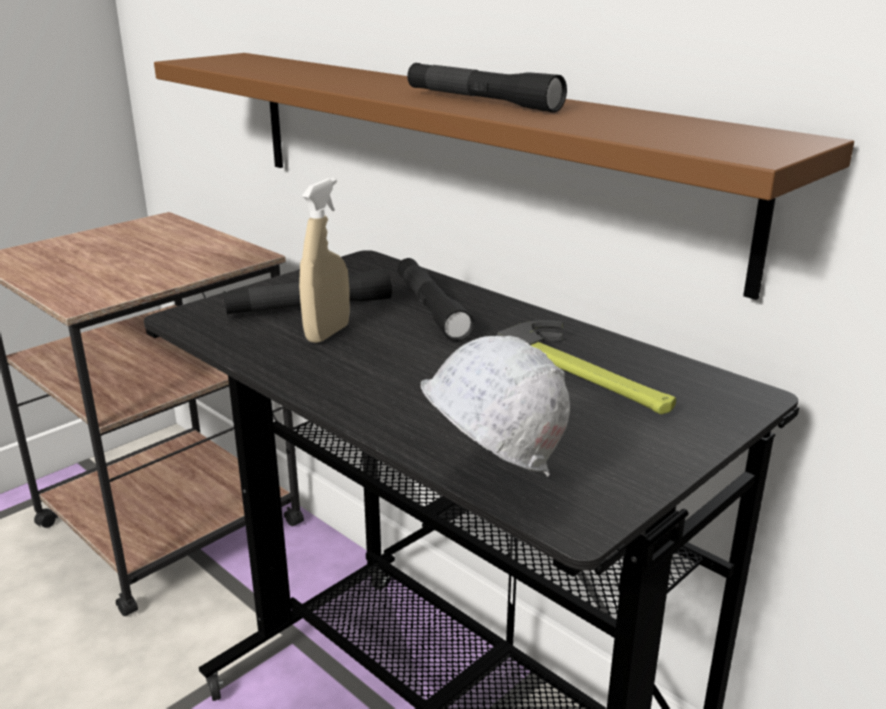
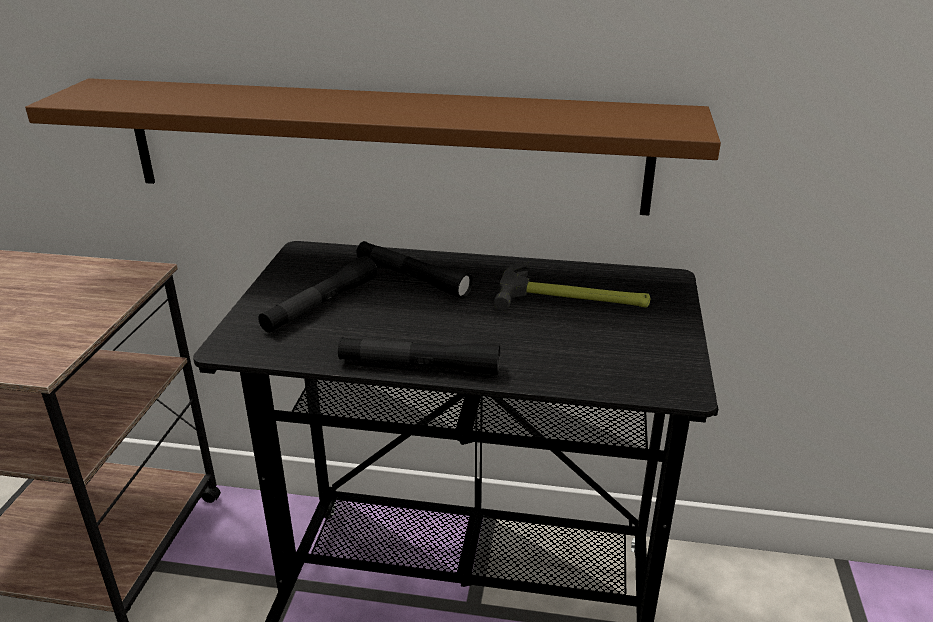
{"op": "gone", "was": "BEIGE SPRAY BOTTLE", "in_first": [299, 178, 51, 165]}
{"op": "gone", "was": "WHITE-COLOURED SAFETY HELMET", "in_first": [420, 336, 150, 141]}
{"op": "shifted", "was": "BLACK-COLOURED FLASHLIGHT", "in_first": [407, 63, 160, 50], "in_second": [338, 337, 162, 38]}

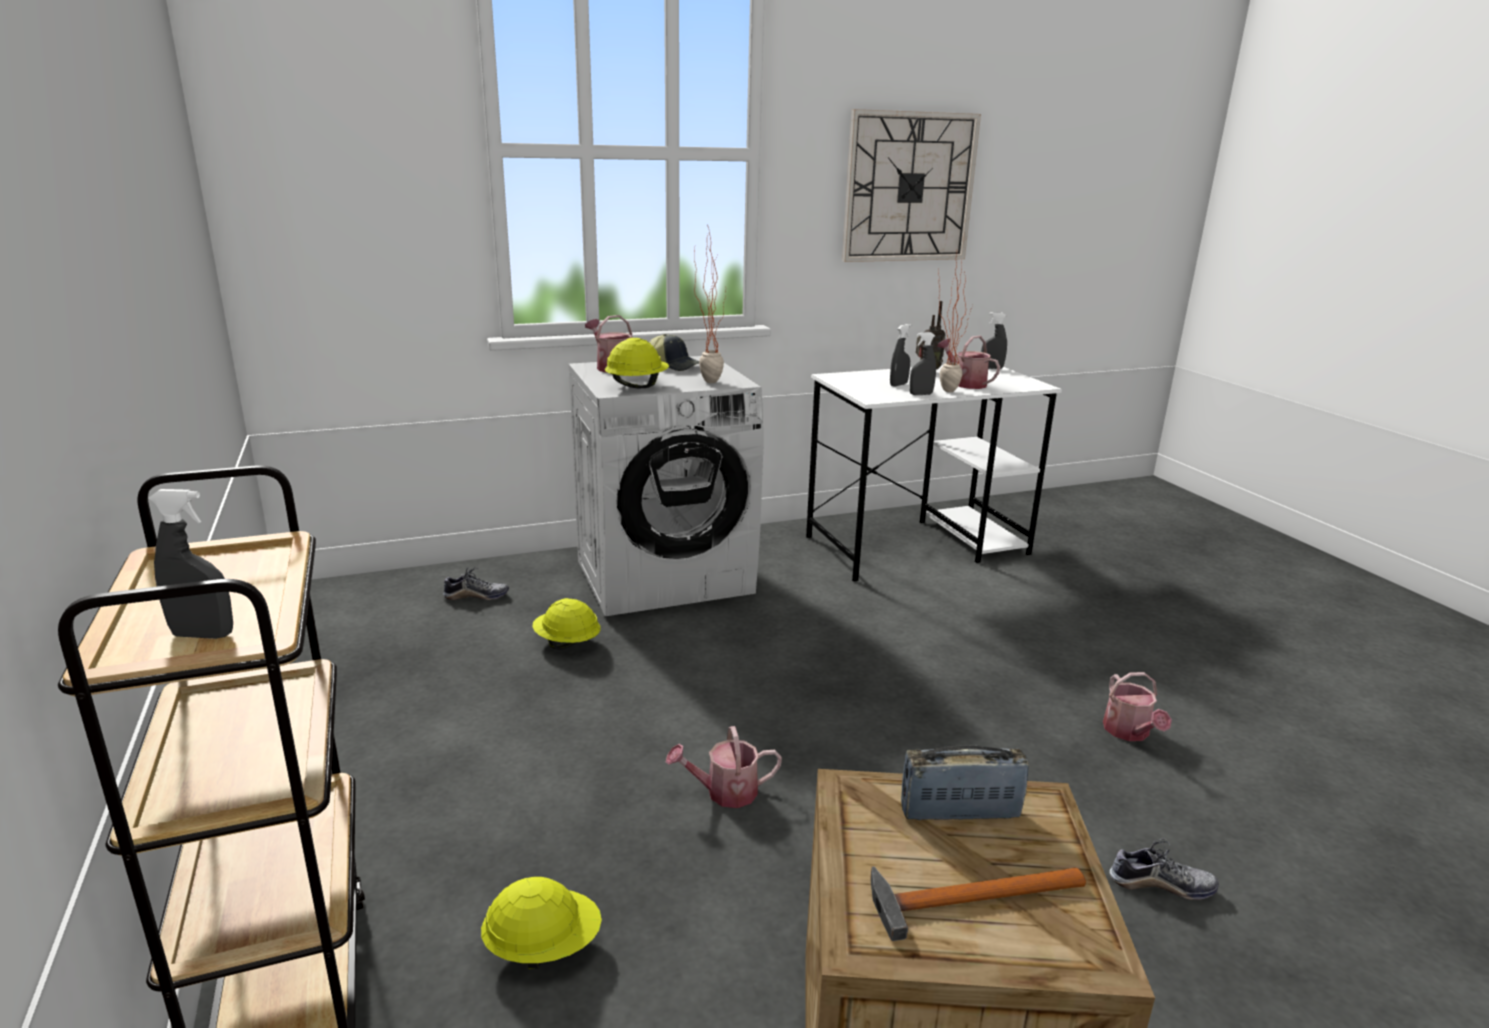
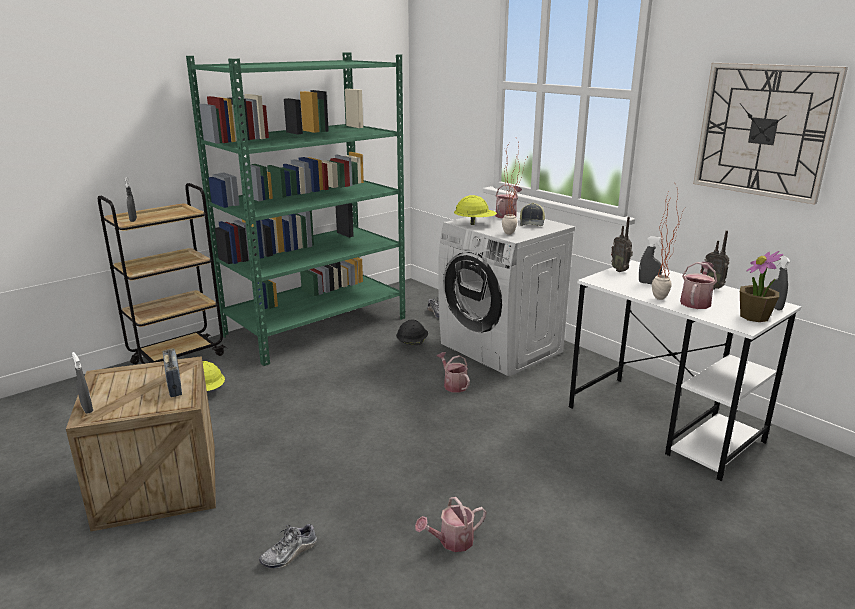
{"op": "gone", "was": "HAMMER", "in_first": [870, 866, 216, 75]}
{"op": "new", "now": "GREEN BOOKSHELF", "in_second": [186, 52, 219, 314]}
{"op": "new", "now": "RADIO", "in_second": [611, 217, 22, 55]}
{"op": "new", "now": "POTTED PLANT", "in_second": [740, 251, 43, 71]}
{"op": "shifted", "was": "SPRINKLING CAN", "in_first": [666, 726, 116, 82], "in_second": [437, 352, 33, 41]}
{"op": "shifted", "was": "GREYISH SPRAY BOTTLE", "in_first": [910, 332, 26, 63], "in_second": [72, 352, 21, 62]}
{"op": "repainted", "was": "YELLOWISH SAFETY HELMET", "now": "BLACK-COLOURED SAFETY HELMET", "in_first": [533, 598, 68, 52], "in_second": [396, 320, 32, 25]}
{"op": "rotated", "was": "SHOE", "in_first": [1110, 838, 109, 62], "in_second": [259, 524, 58, 45], "clockwise": 60}

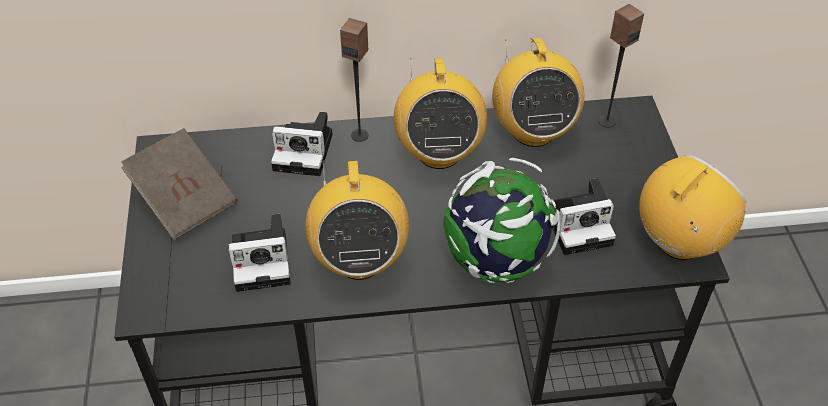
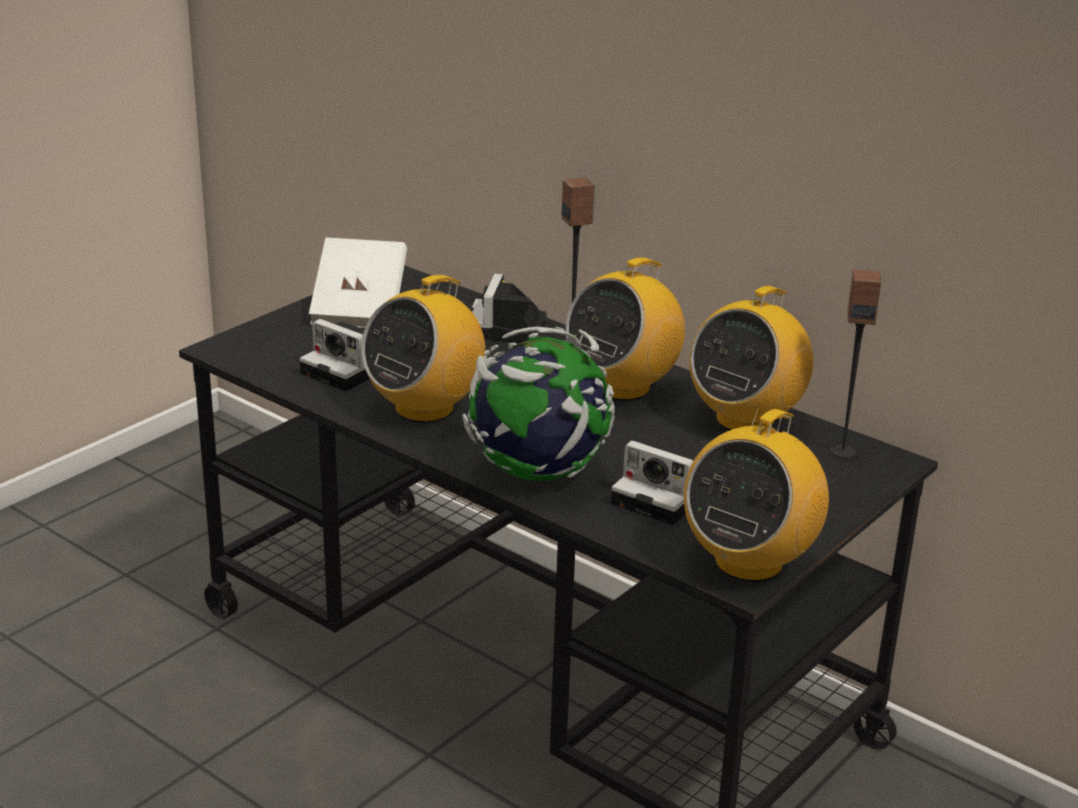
{"op": "repainted", "was": "BROWN BOUND BOOK", "now": "WHITE-COLOURED BOUND BOOK", "in_first": [121, 128, 116, 112], "in_second": [309, 237, 98, 91]}
{"op": "rotated", "was": "STILL CAMERA", "in_first": [271, 112, 62, 64], "in_second": [471, 274, 76, 69], "clockwise": 45}
{"op": "rotated", "was": "RADIO", "in_first": [639, 155, 108, 105], "in_second": [684, 406, 145, 176], "clockwise": 120}

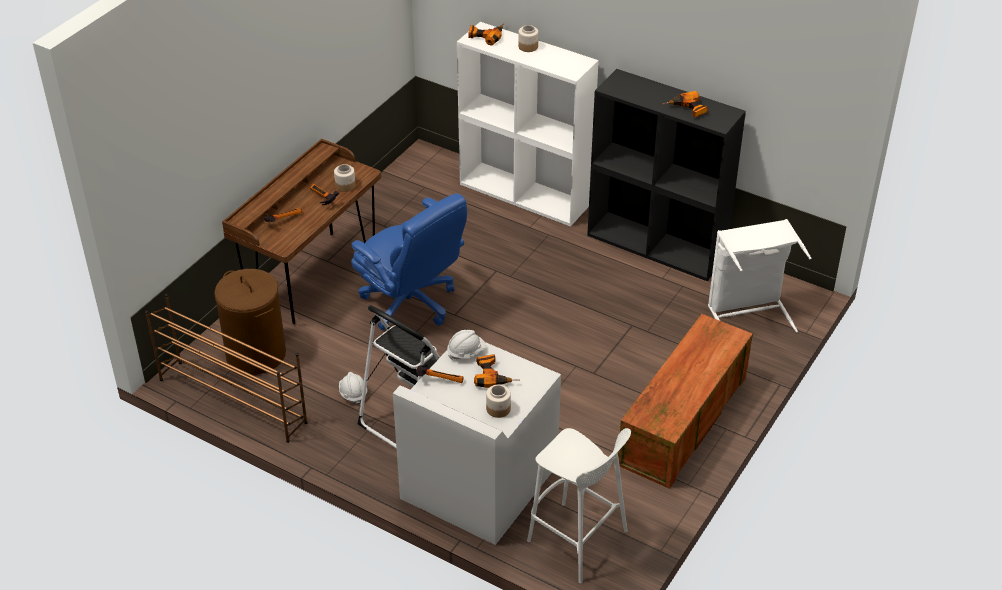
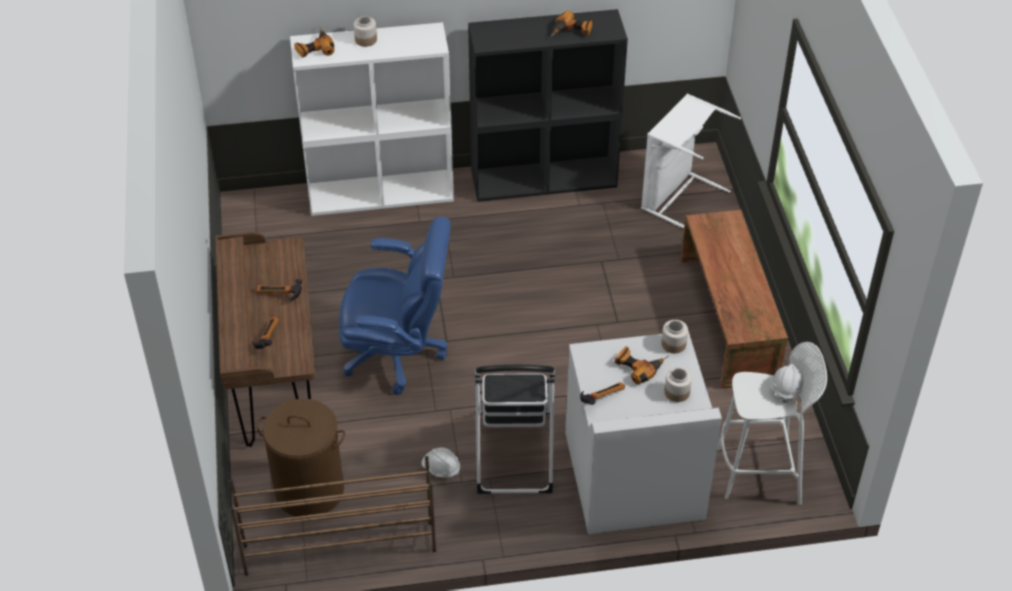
{"op": "shifted", "was": "PRESERVE JAR", "in_first": [334, 164, 22, 28], "in_second": [661, 320, 27, 33]}
{"op": "shifted", "was": "WHITE-COLOURED SAFETY HELMET", "in_first": [447, 330, 39, 30], "in_second": [772, 364, 32, 39]}

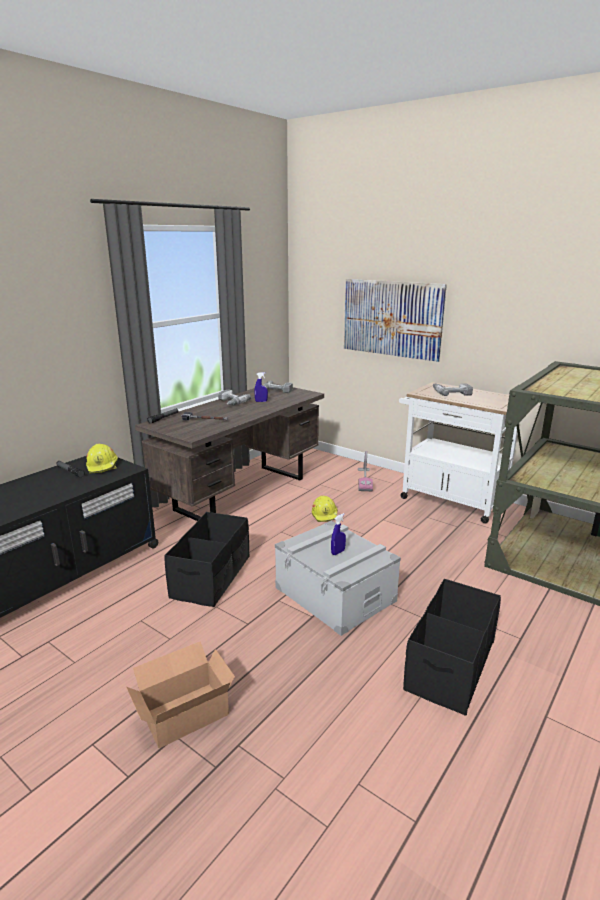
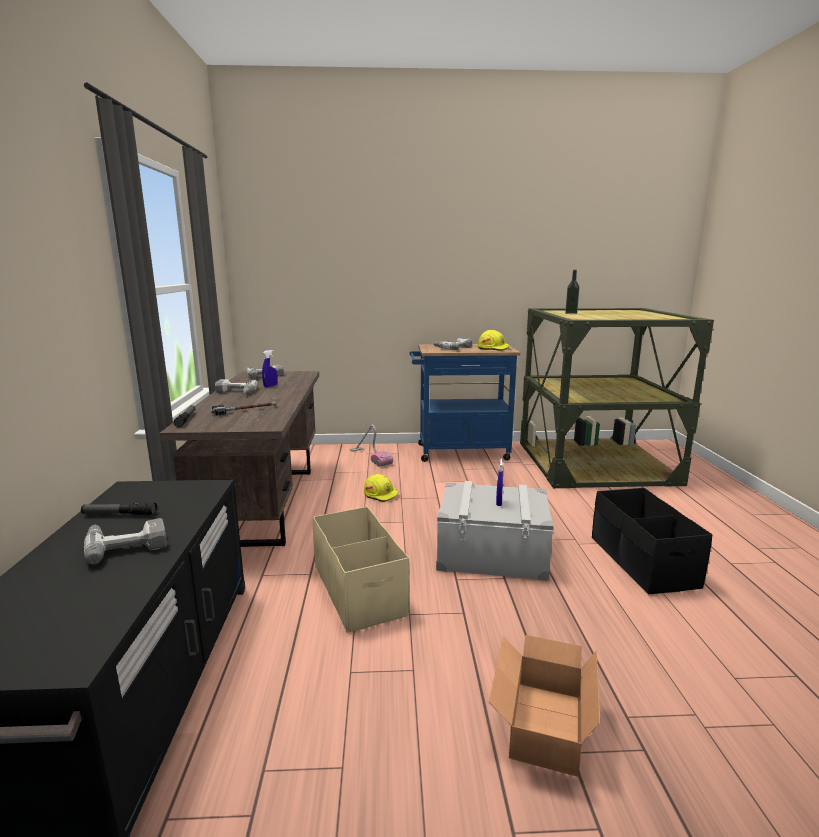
{"op": "gone", "was": "WALL PICTURE", "in_first": [344, 279, 103, 83]}
{"op": "new", "now": "POWER DRILL", "in_second": [84, 518, 83, 47]}
{"op": "new", "now": "BEVERAGE BOTTLE", "in_second": [565, 270, 14, 44]}
{"op": "shifted", "was": "YELLOWISH SAFETY HELMET", "in_first": [86, 444, 32, 30], "in_second": [478, 330, 32, 21]}
{"op": "repainted", "was": "BLACK-COLOURED STORAGE CONTAINER", "now": "BEIGE STORAGE CONTAINER", "in_first": [164, 512, 85, 95], "in_second": [313, 507, 97, 126]}
{"op": "repainted", "was": "WHITE-COLOURED TROLLEY", "now": "BLUISH TROLLEY", "in_first": [399, 382, 119, 142], "in_second": [410, 344, 110, 118]}

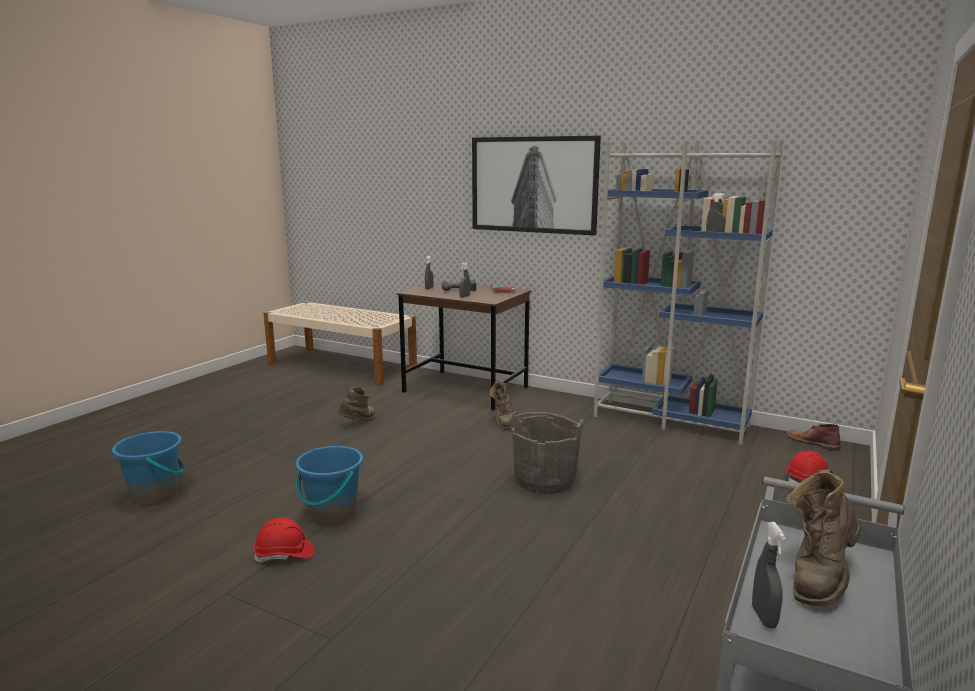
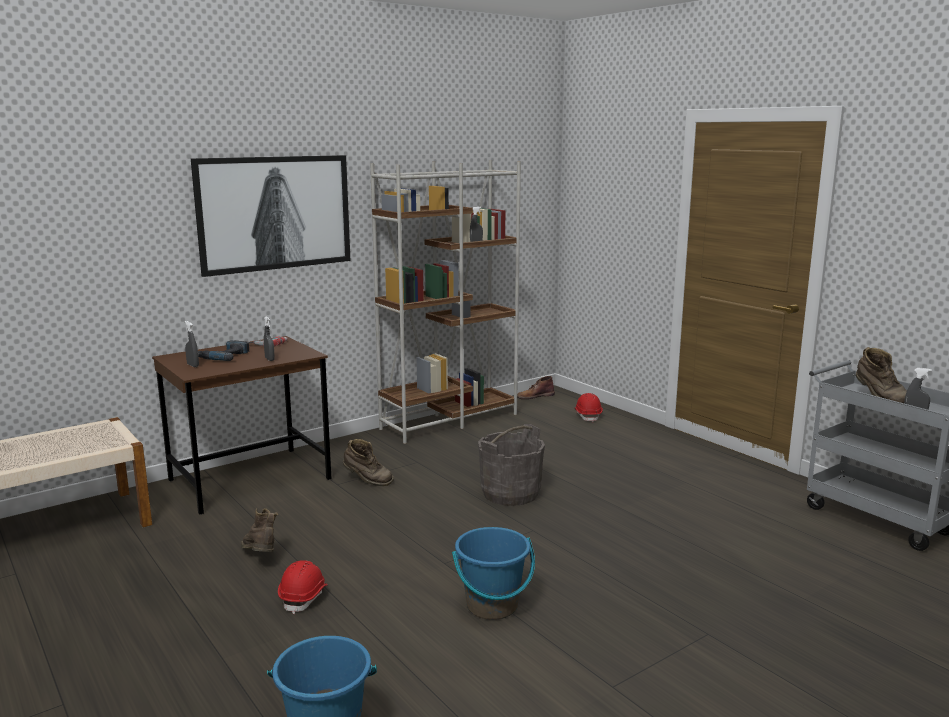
{"op": "shifted", "was": "REDDISH SAFETY HELMET", "in_first": [254, 517, 60, 45], "in_second": [278, 560, 50, 54]}
{"op": "repainted", "was": "BLUISH BOOKSHELF", "now": "BROWN BOOKSHELF", "in_first": [594, 140, 189, 305], "in_second": [370, 160, 151, 284]}

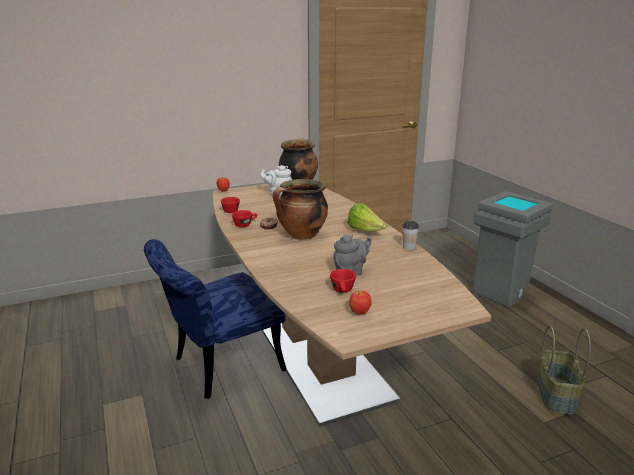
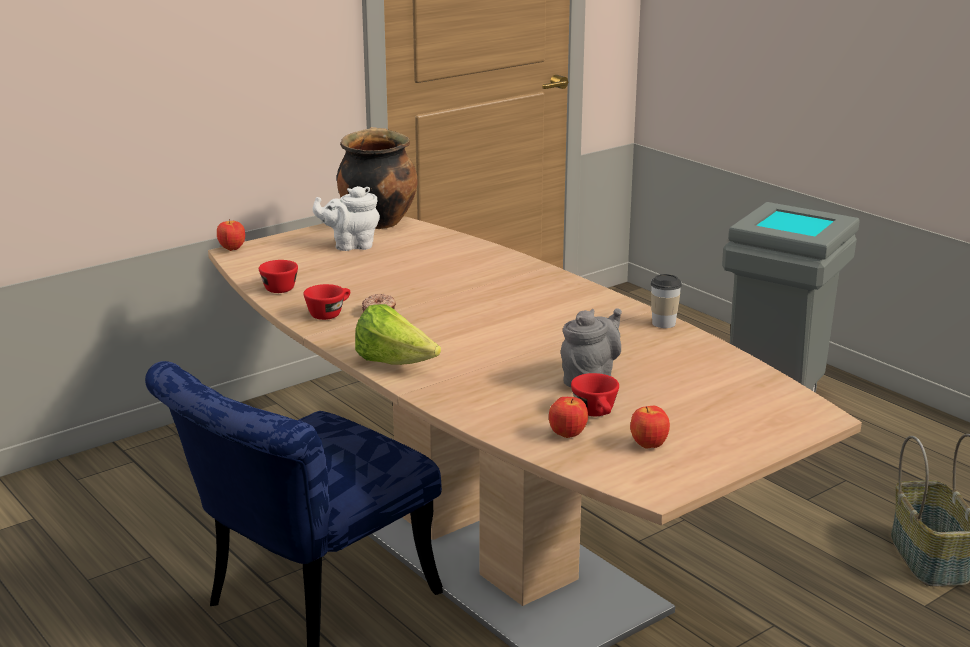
{"op": "gone", "was": "STOCKPOT", "in_first": [273, 179, 55, 61]}
{"op": "new", "now": "WHOLE APPLE", "in_second": [549, 397, 39, 41]}
{"op": "shifted", "was": "LETTUCE HEAD", "in_first": [348, 203, 38, 29], "in_second": [355, 304, 86, 61]}

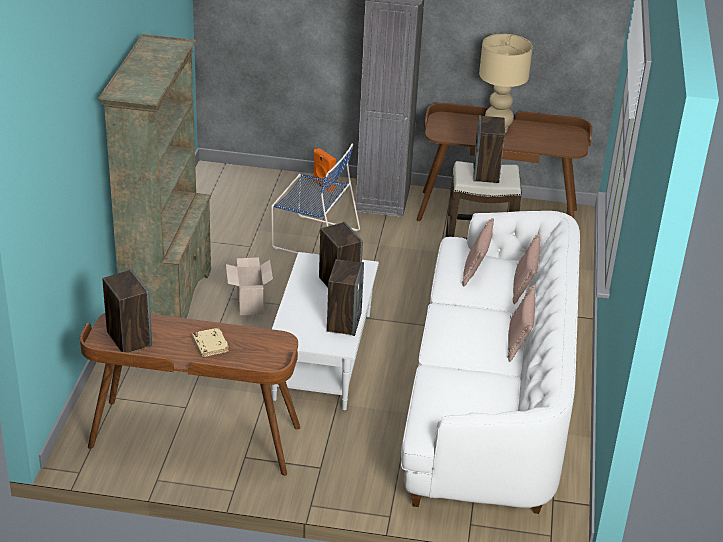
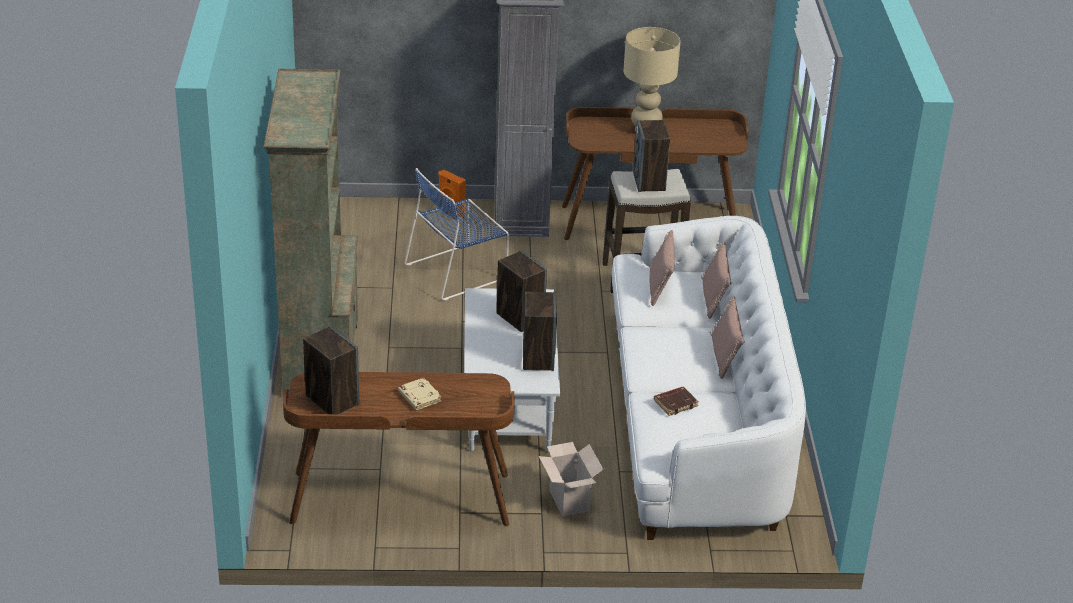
{"op": "new", "now": "BROWN BOUND BOOK", "in_second": [654, 387, 45, 29]}
{"op": "shifted", "was": "PACKING BOX", "in_first": [226, 257, 47, 58], "in_second": [539, 442, 65, 75]}
{"op": "rotated", "was": "BLUISH CHAIR", "in_first": [271, 143, 89, 111], "in_second": [404, 168, 105, 132], "clockwise": 135}

